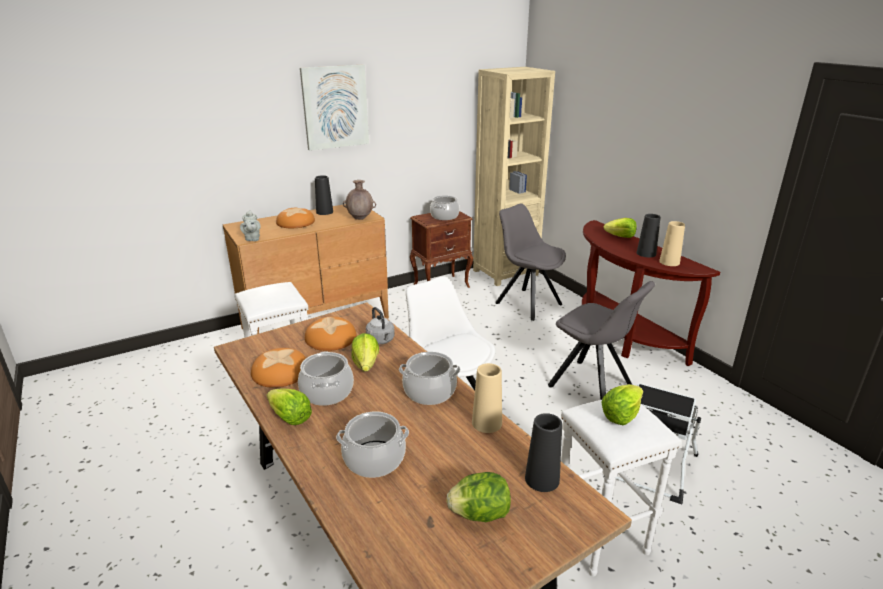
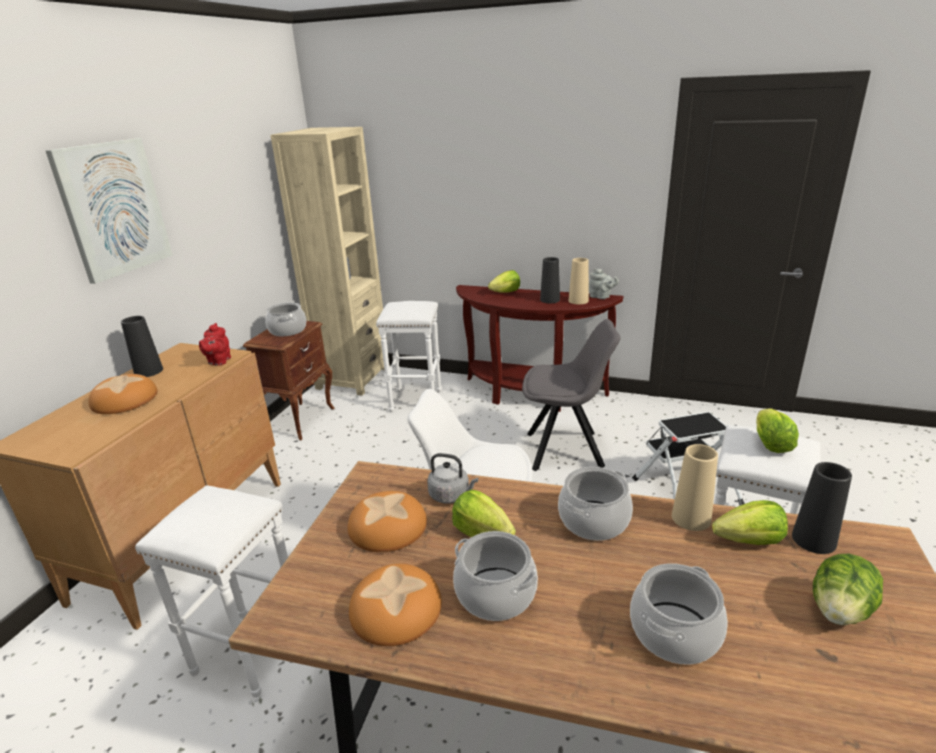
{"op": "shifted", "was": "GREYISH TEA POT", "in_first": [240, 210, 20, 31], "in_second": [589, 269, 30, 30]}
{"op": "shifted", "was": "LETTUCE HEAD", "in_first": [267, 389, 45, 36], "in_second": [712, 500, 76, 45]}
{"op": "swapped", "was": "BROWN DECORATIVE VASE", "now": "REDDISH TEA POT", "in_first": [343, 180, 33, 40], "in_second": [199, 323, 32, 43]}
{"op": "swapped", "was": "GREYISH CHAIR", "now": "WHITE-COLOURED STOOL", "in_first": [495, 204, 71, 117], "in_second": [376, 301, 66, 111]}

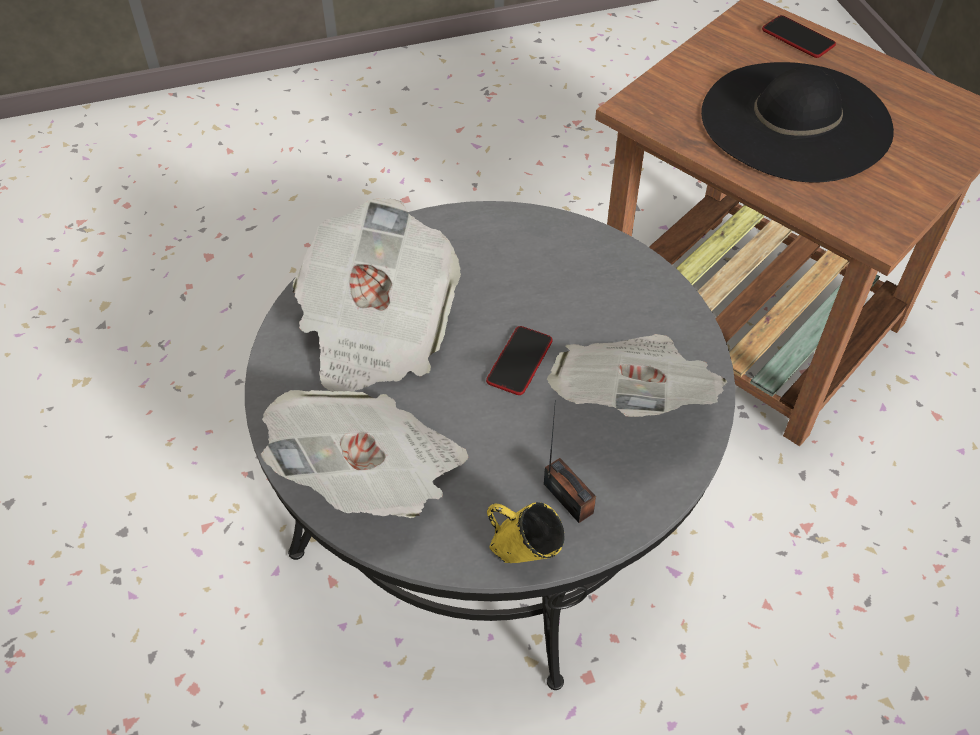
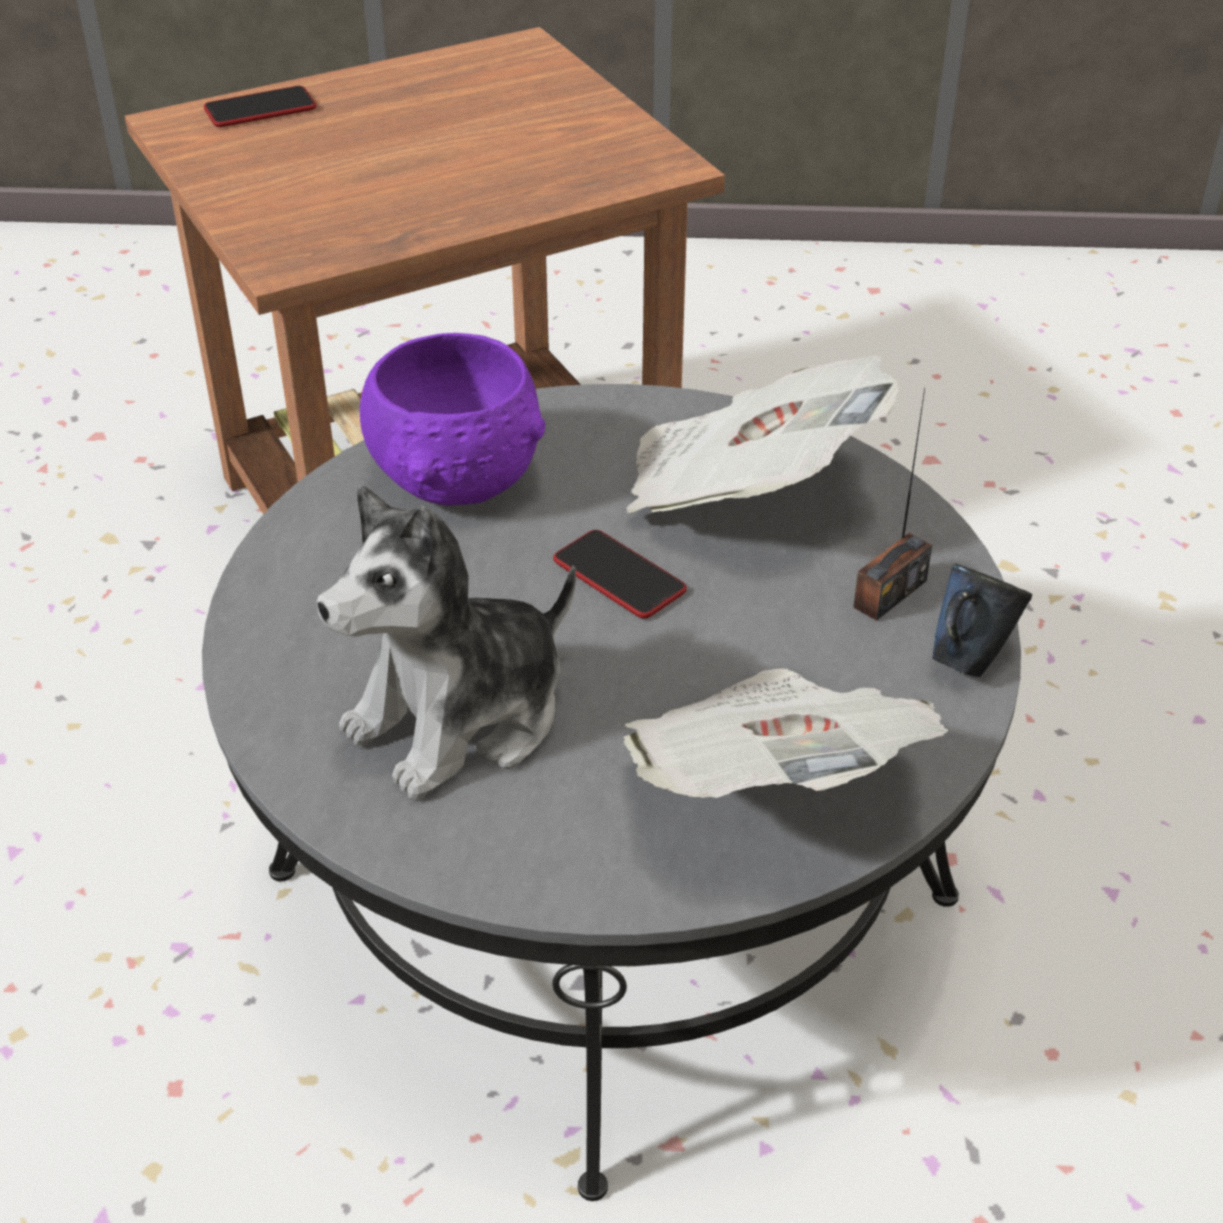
{"op": "gone", "was": "BLACK-COLOURED WEARABLE HAT", "in_first": [701, 62, 193, 121]}
{"op": "new", "now": "PURPLE-COLOURED BOWL", "in_second": [360, 333, 185, 173]}
{"op": "swapped", "was": "DAILY PAPER", "now": "SOFT TOY", "in_first": [293, 198, 168, 194], "in_second": [317, 485, 259, 315]}
{"op": "repainted", "was": "YELLOWISH COFFEE MUG", "now": "BLUISH COFFEE MUG", "in_first": [487, 502, 77, 61], "in_second": [933, 563, 99, 114]}
{"op": "rotated", "was": "RADIO", "in_first": [544, 399, 52, 124], "in_second": [853, 388, 79, 233], "clockwise": 150}

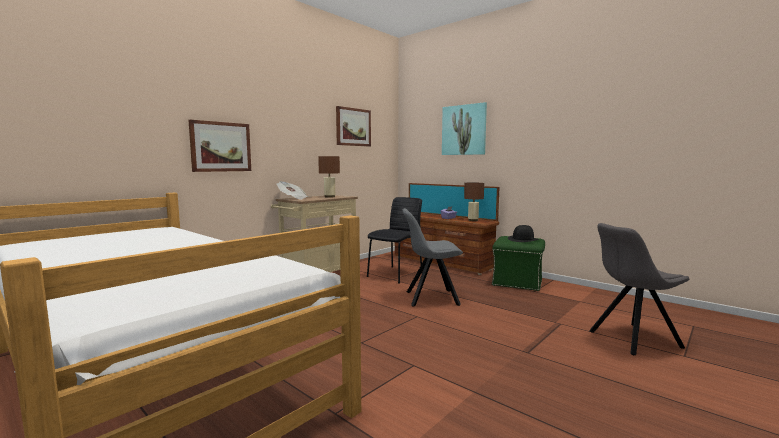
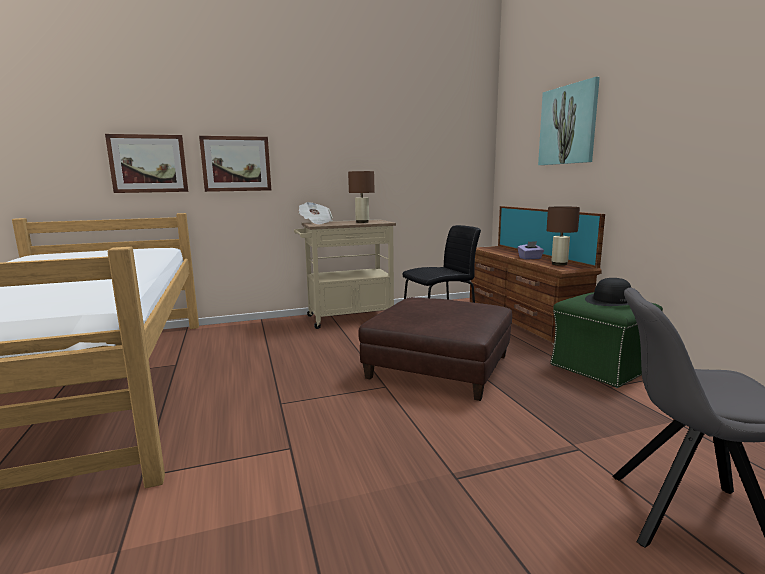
{"op": "shifted", "was": "WALL PICTURE", "in_first": [336, 106, 35, 41], "in_second": [105, 134, 83, 59]}
{"op": "swapped", "was": "GREYISH CHAIR", "now": "BROWN OTTOMAN", "in_first": [402, 208, 61, 98], "in_second": [358, 297, 154, 104]}

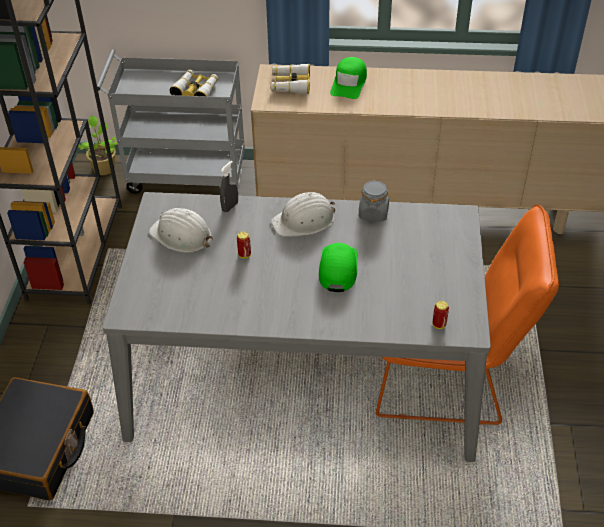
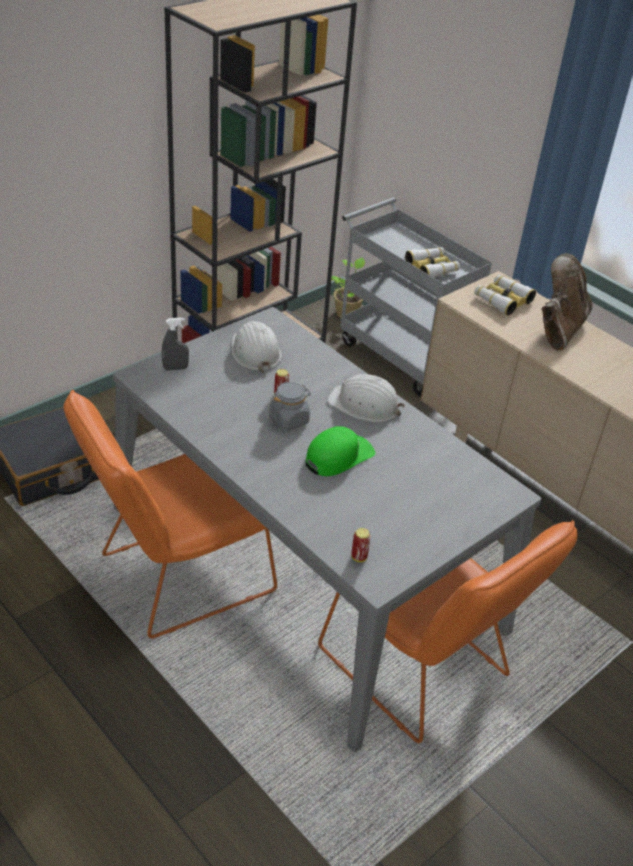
{"op": "new", "now": "ORANGE-COLOURED CHAIR", "in_second": [63, 390, 214, 248]}
{"op": "shifted", "was": "GREYISH SPRAY BOTTLE", "in_first": [220, 161, 18, 52], "in_second": [162, 318, 27, 53]}
{"op": "shifted", "was": "GREYISH PRESERVE JAR", "in_first": [359, 180, 30, 42], "in_second": [269, 382, 42, 49]}
{"op": "swapped", "was": "GREEN PEAKED CAP", "now": "BROWN HIGH-TOP BOOT", "in_first": [330, 57, 37, 42], "in_second": [541, 253, 52, 98]}

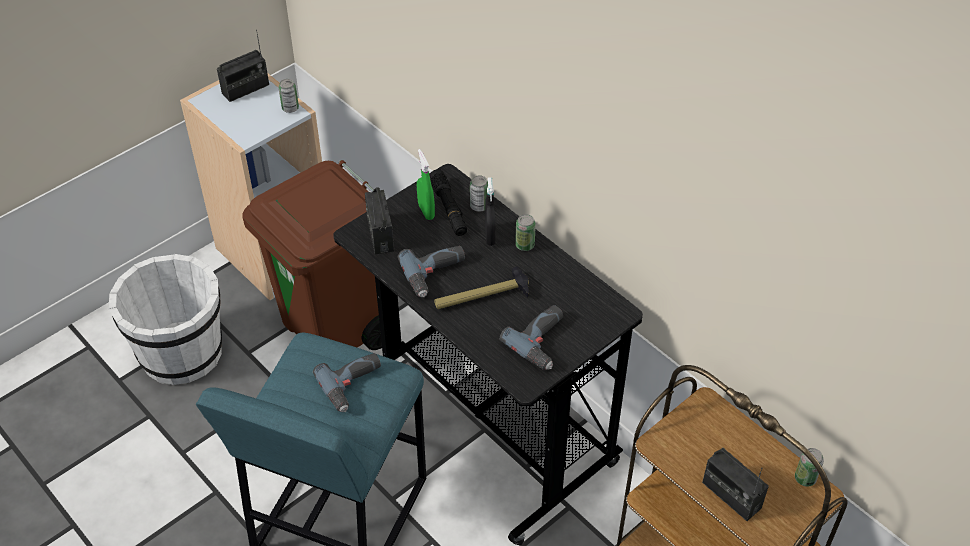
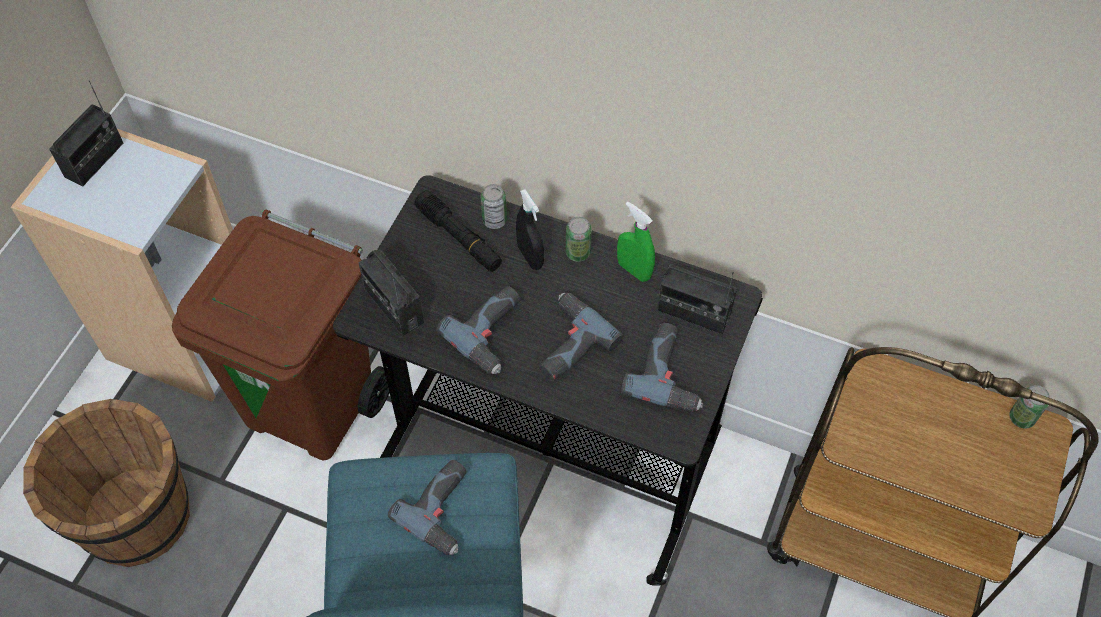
{"op": "gone", "was": "SEALED CAN", "in_first": [278, 79, 21, 34]}
{"op": "shifted", "was": "GREEN SPRAY BOTTLE", "in_first": [417, 149, 18, 71], "in_second": [617, 201, 38, 81]}
{"op": "shifted", "was": "RADIO", "in_first": [702, 448, 67, 73], "in_second": [657, 264, 80, 71]}
{"op": "swapped", "was": "HAMMER", "now": "POWER DRILL", "in_first": [434, 267, 95, 42], "in_second": [539, 293, 84, 88]}
{"op": "repainted", "was": "WHITE-COLOURED WATER BUCKET", "now": "BROWN WATER BUCKET", "in_first": [109, 254, 113, 131], "in_second": [23, 399, 167, 168]}

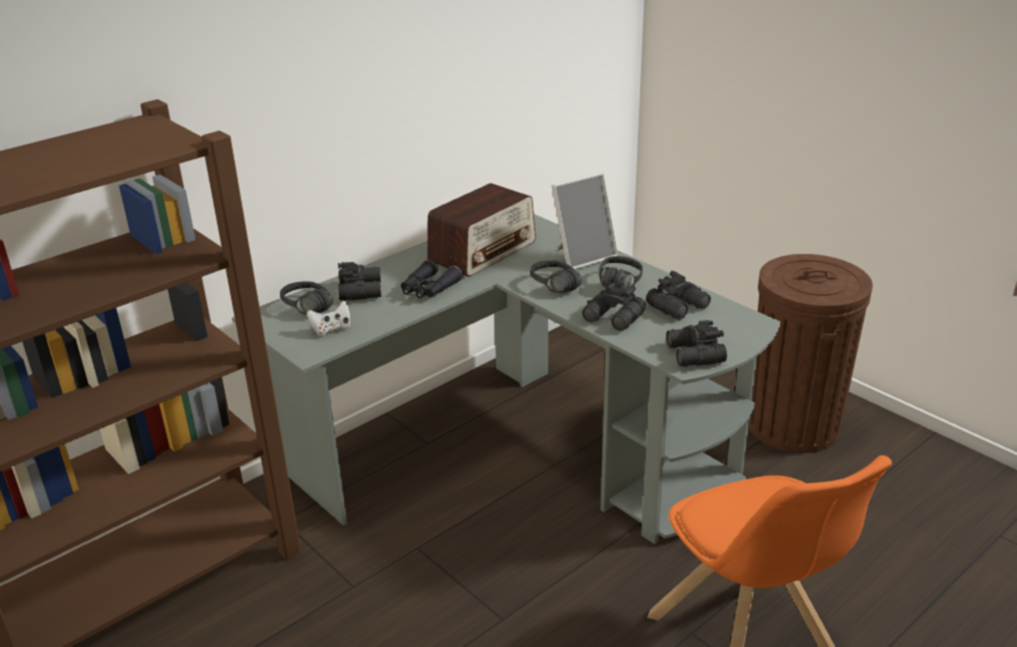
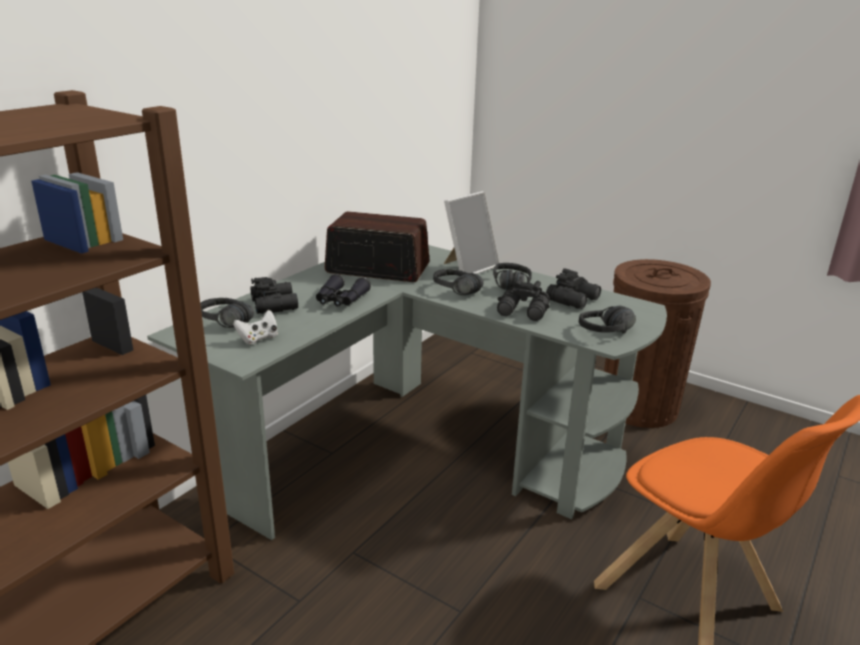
{"op": "swapped", "was": "BLACK-COLOURED BINOCULARS", "now": "BLACK-COLOURED HEADPHONES", "in_first": [666, 320, 61, 47], "in_second": [579, 306, 57, 27]}
{"op": "rotated", "was": "RADIO", "in_first": [427, 183, 109, 94], "in_second": [325, 211, 105, 71], "clockwise": -105}

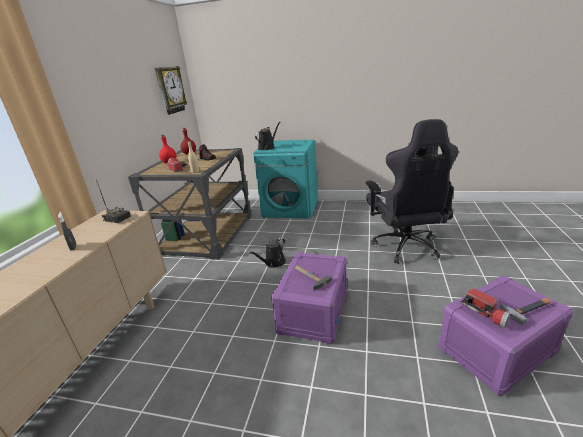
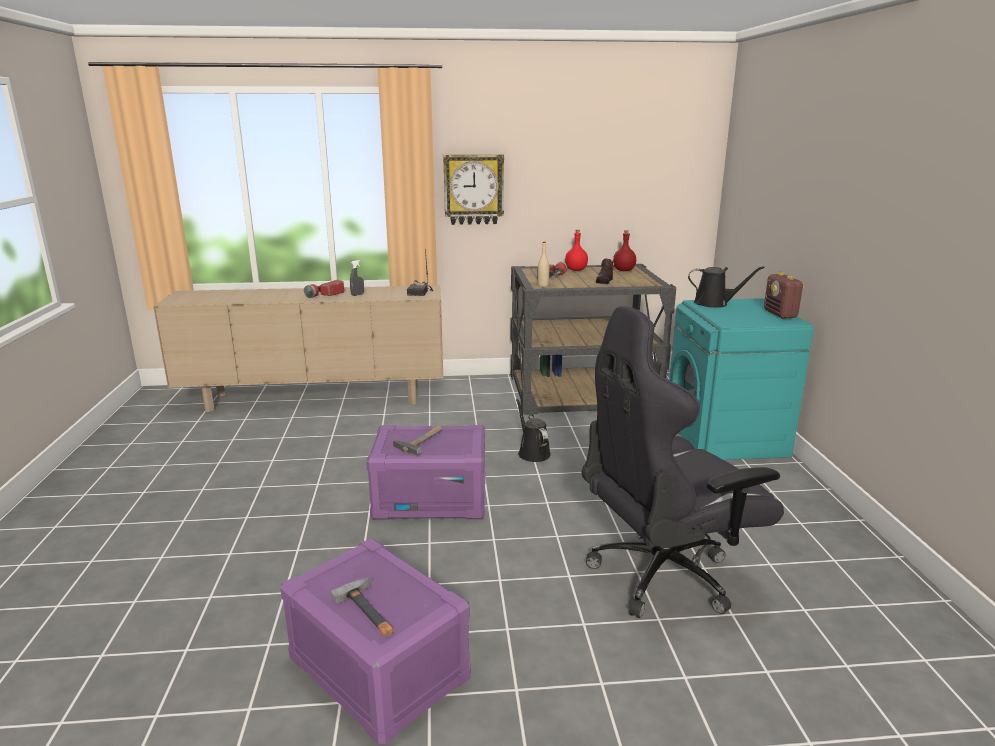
{"op": "new", "now": "RADIO", "in_second": [764, 272, 41, 46]}
{"op": "shifted", "was": "WALL CLOCK", "in_first": [155, 66, 32, 49], "in_second": [443, 154, 61, 71]}
{"op": "shifted", "was": "FLASHLIGHT", "in_first": [460, 288, 50, 40], "in_second": [304, 280, 40, 18]}
{"op": "rotated", "was": "BLACK-COLOURED SPRINKLING CAN", "in_first": [249, 238, 37, 30], "in_second": [516, 399, 35, 63], "clockwise": 45}

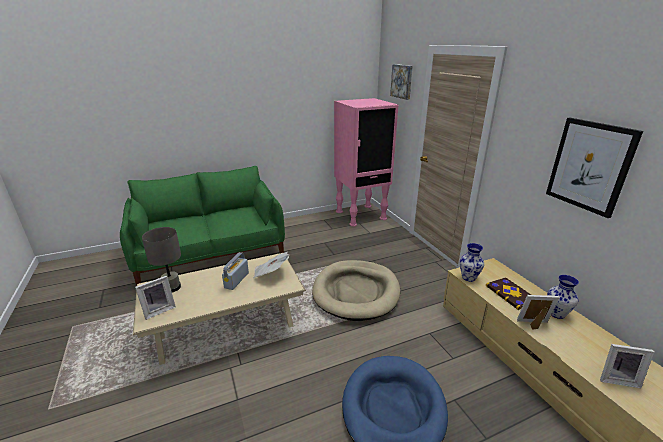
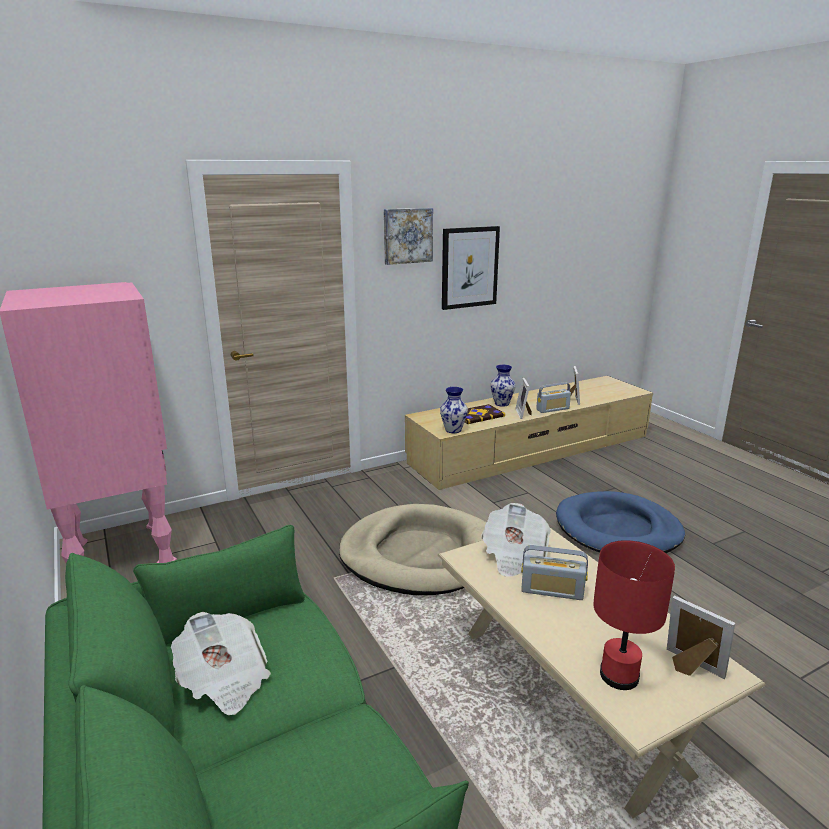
{"op": "new", "now": "DAILY PAPER", "in_second": [171, 612, 100, 103]}
{"op": "new", "now": "RADIO", "in_second": [536, 382, 35, 31]}
{"op": "shifted", "was": "WALL PICTURE", "in_first": [390, 64, 23, 36], "in_second": [384, 208, 49, 57]}
{"op": "repainted", "was": "GREYISH LAMP FOR A TABLE", "now": "REDDISH LAMP FOR A TABLE", "in_first": [142, 227, 39, 65], "in_second": [593, 540, 82, 150]}

